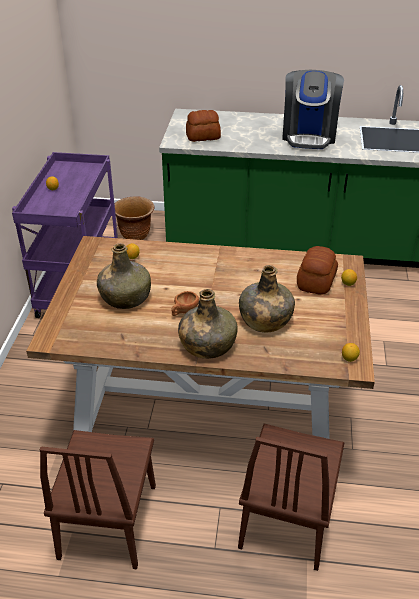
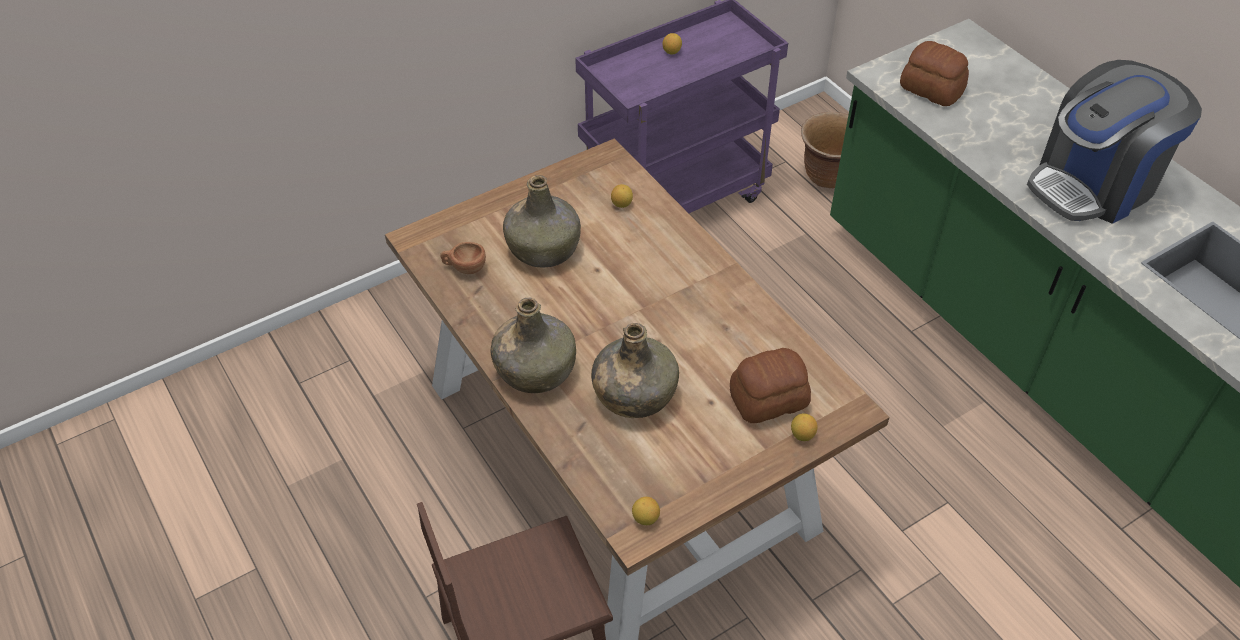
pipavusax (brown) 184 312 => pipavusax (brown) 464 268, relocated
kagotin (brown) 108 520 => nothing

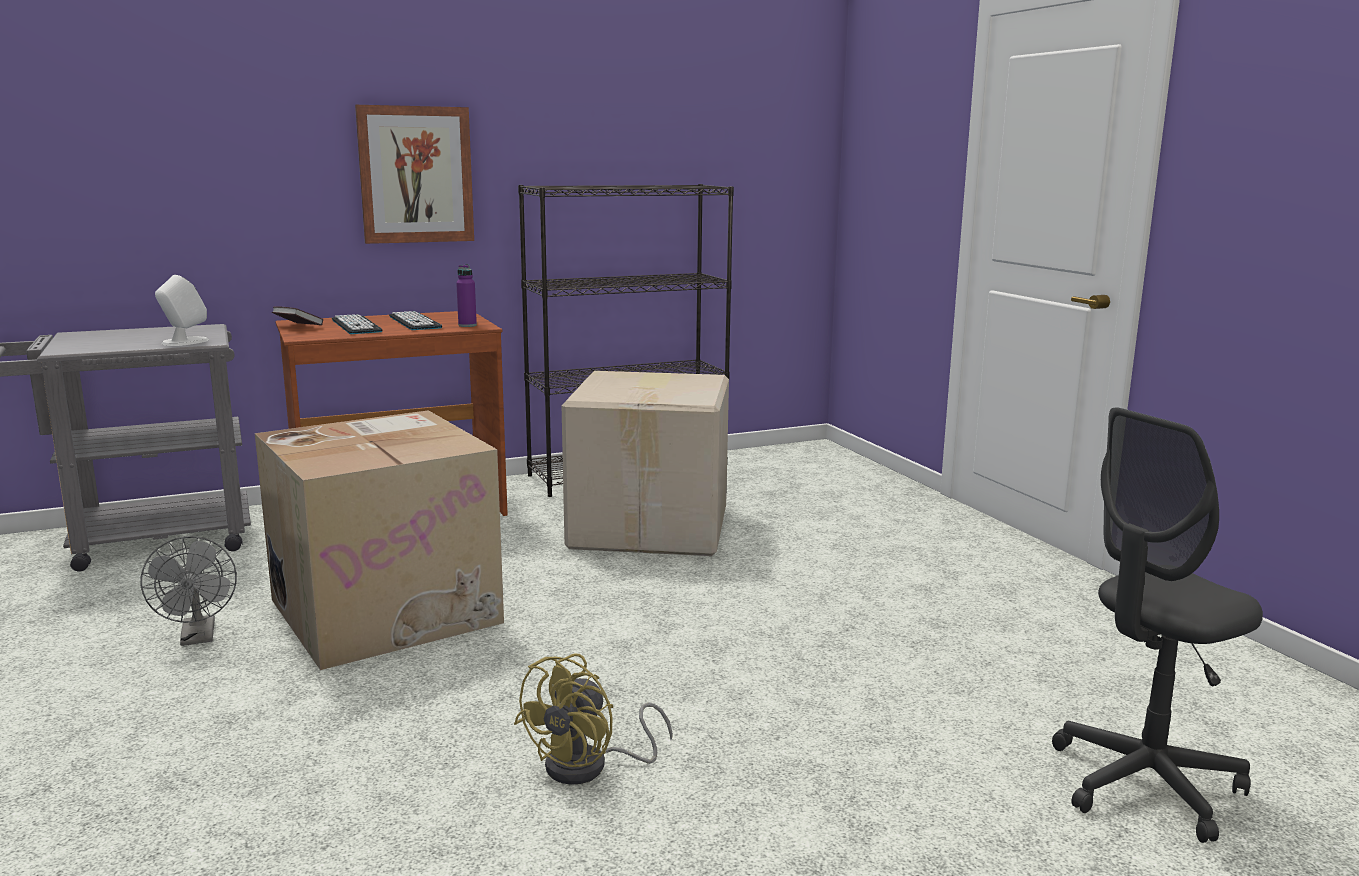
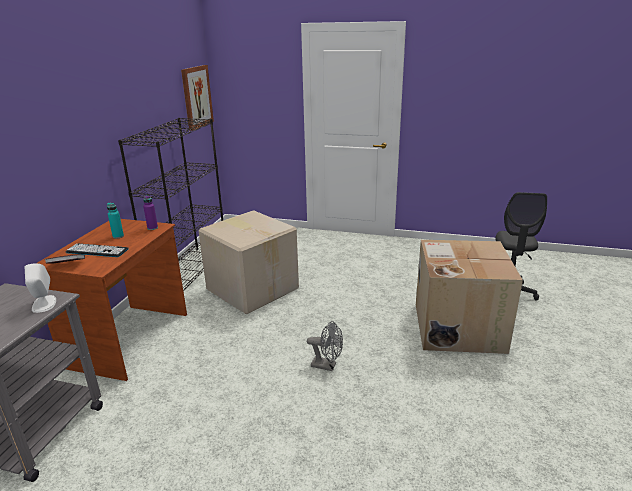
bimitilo 416 175 => bimitilo 197 97, relocated
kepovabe 415 322 => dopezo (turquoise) 118 236
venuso 387 609 => venuso 457 326, relocated
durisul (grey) 198 637 => durisul (grey) 327 366, relocated
durisul (yellow) 590 767 => nothing

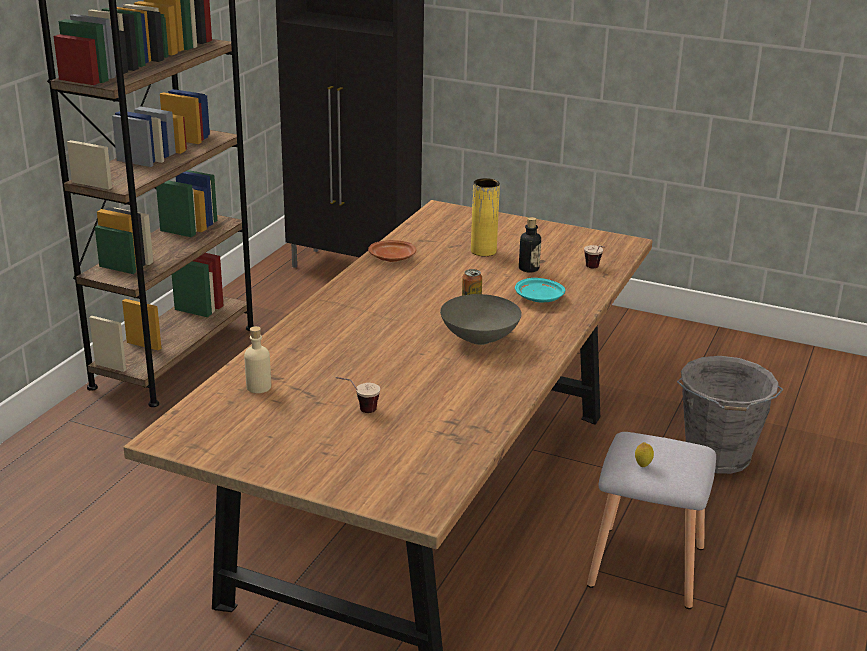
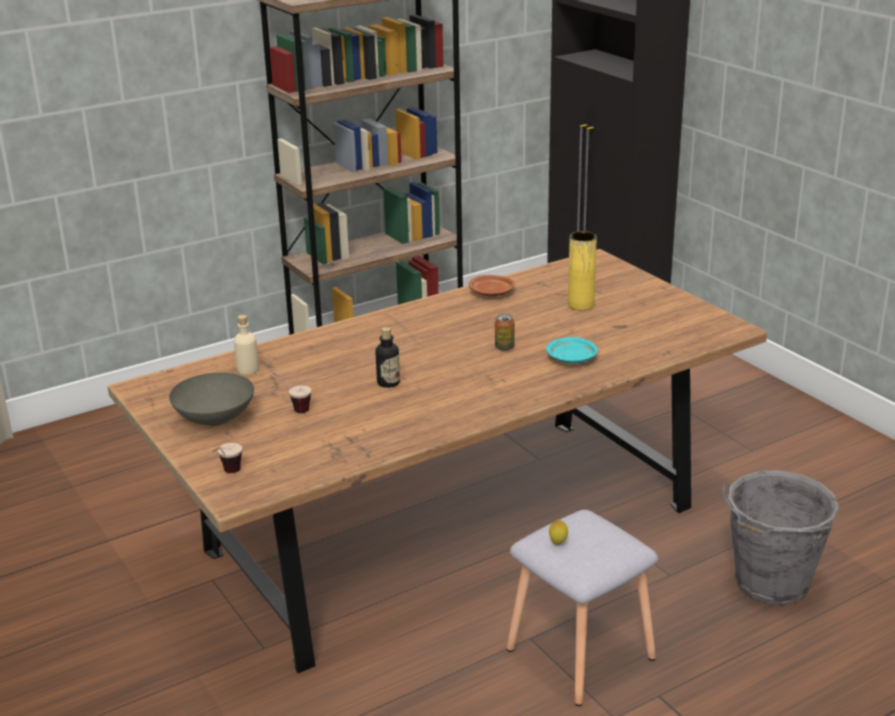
dopezo 528 269 => dopezo 388 383, relocated
pipavusax 595 269 => pipavusax 227 474, relocated
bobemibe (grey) 480 338 => bobemibe (grey) 216 419, relocated

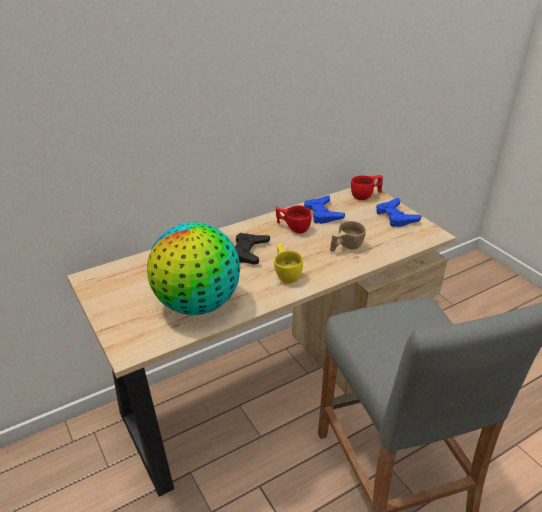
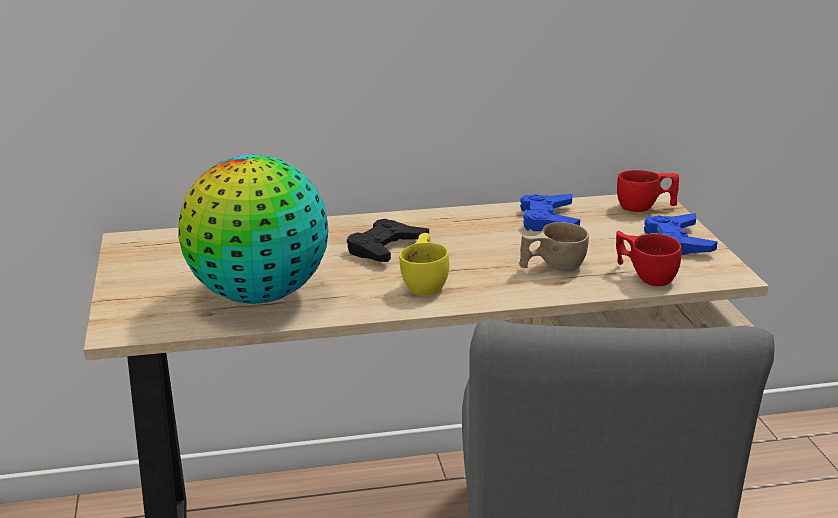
pipavusax (red) 293 227 => pipavusax (red) 645 275, relocated

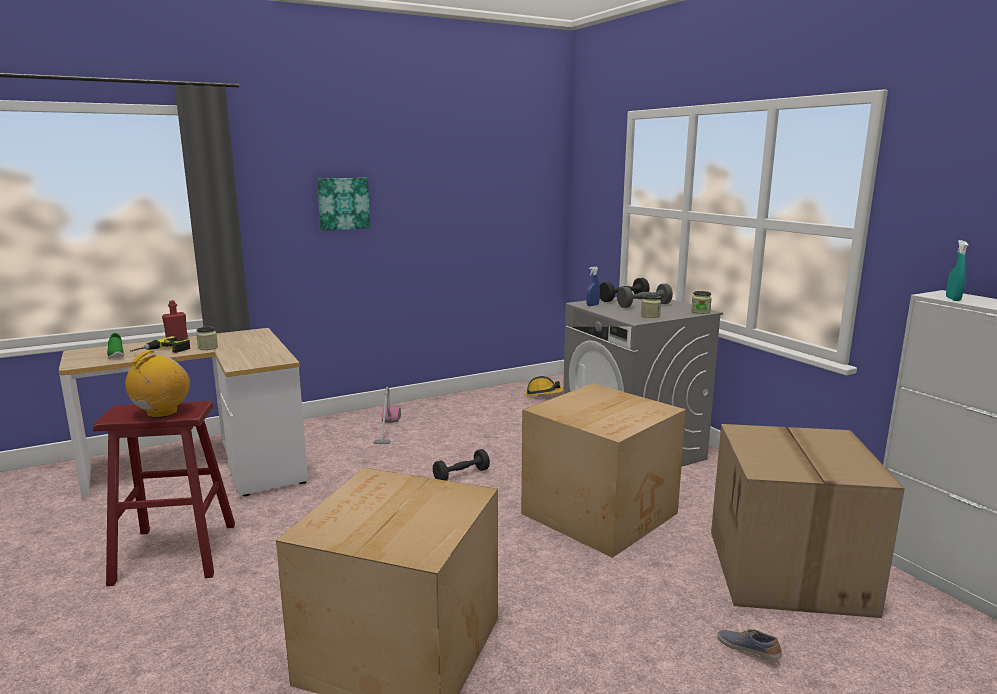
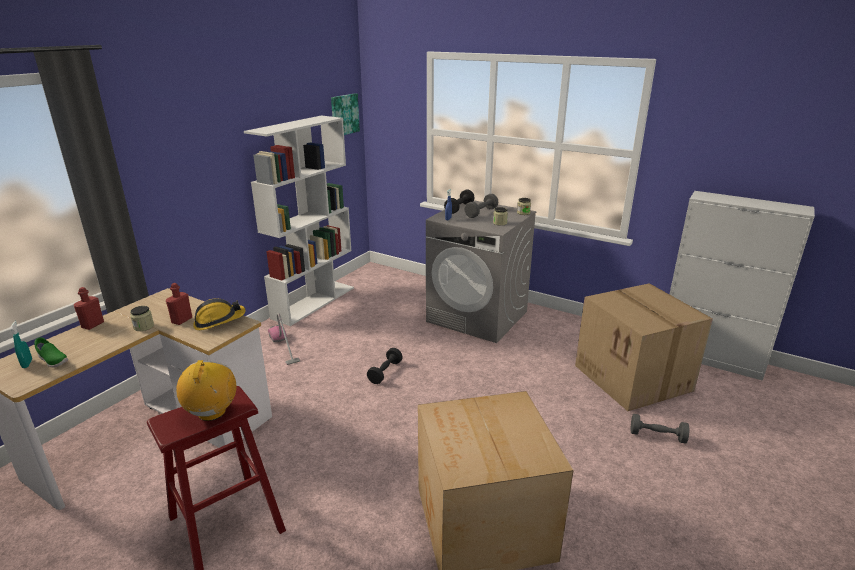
bimitilo 343 203 => bimitilo 344 114, relocated
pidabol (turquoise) 953 299 => pidabol (turquoise) 27 364, relocated
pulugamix 162 351 => nothing
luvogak 543 394 => luvogak 219 321, relocated
venuso 602 513 => nothing
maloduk 748 650 => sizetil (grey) 657 436
nothing => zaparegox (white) 314 302
nothing => dopezo (red) 182 320

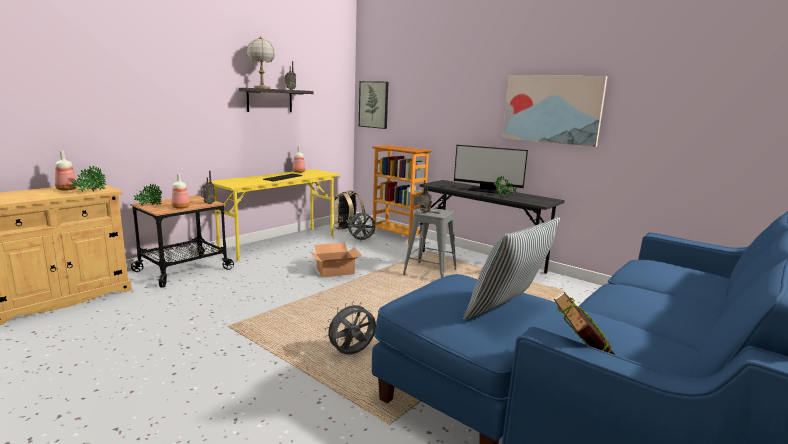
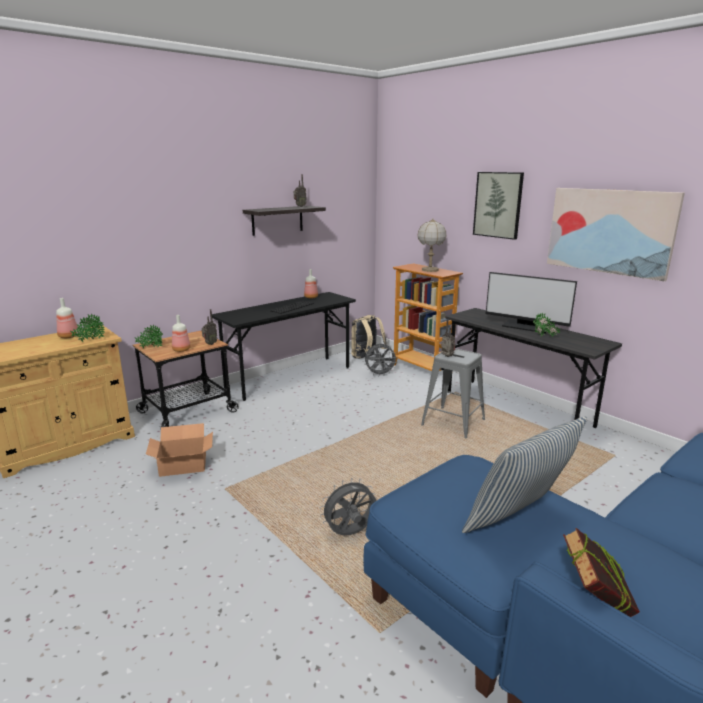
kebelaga 262 88 => kebelaga 430 270, relocated
bimitilo 374 104 => bimitilo 498 205, relocated
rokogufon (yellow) 279 243 => rokogufon (black) 289 377
venuso 334 271 => venuso 182 464, relocated

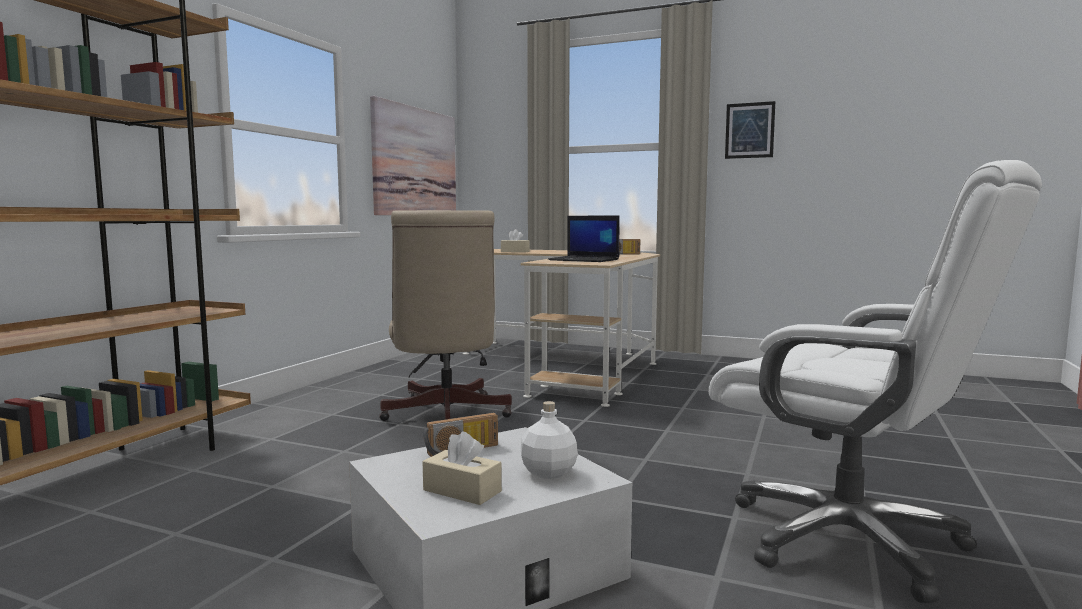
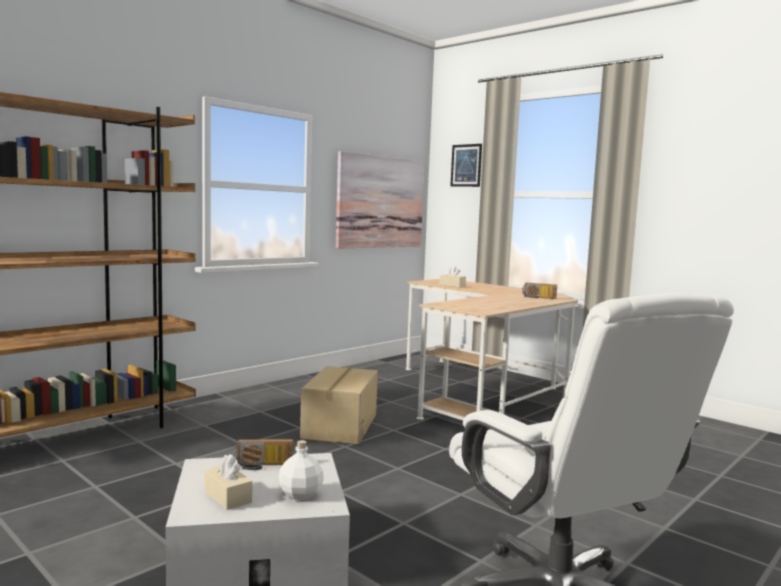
bimitilo 749 130 => bimitilo 466 165, relocated
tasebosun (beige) 445 416 => venuso 339 426
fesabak 585 260 => nothing

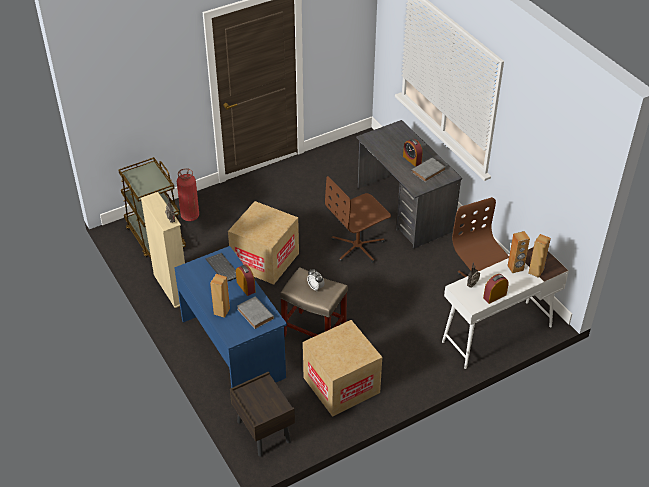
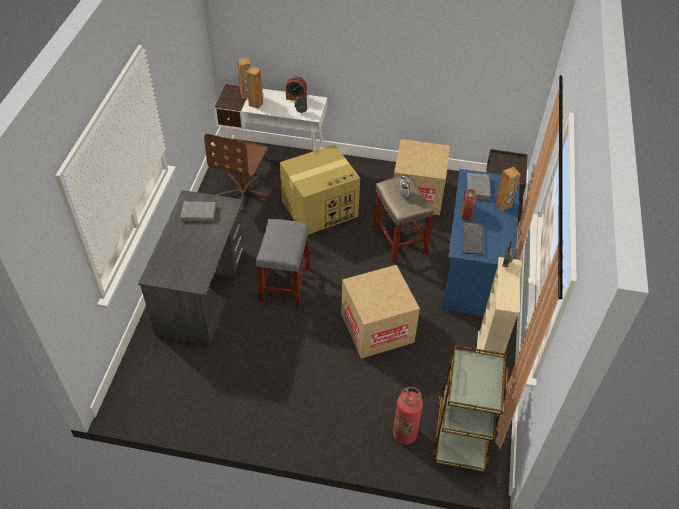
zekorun 412 159 => nothing
tasebosun (brown) 358 246 => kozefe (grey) 285 285
nothing => venuso 320 208

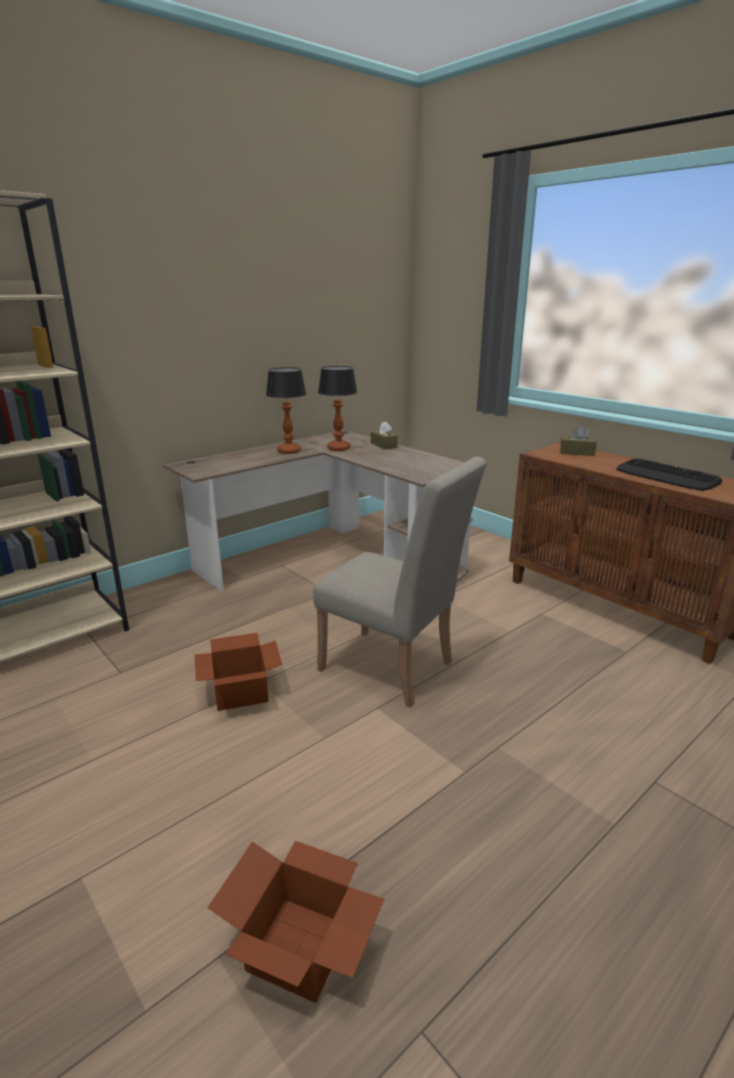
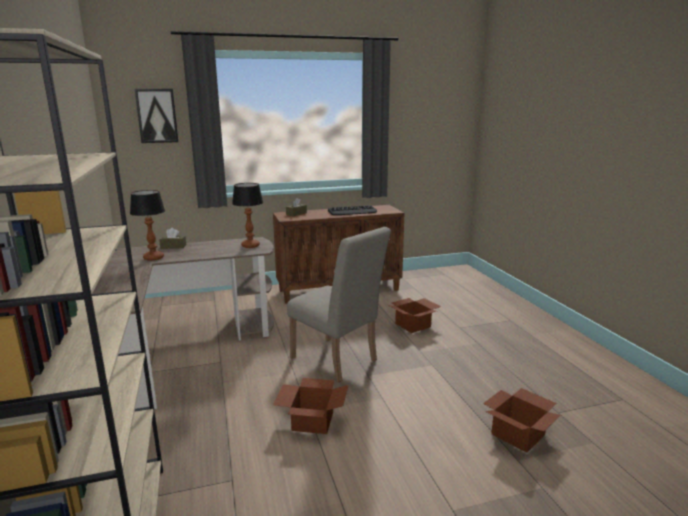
kebelaga 289 451 => kebelaga 251 245, relocated
kagotin (beige) 394 670 => kagotin (beige) 337 361, 75 degrees clockwise
nothing => bimitilo 157 116
nothing => venuso 414 325

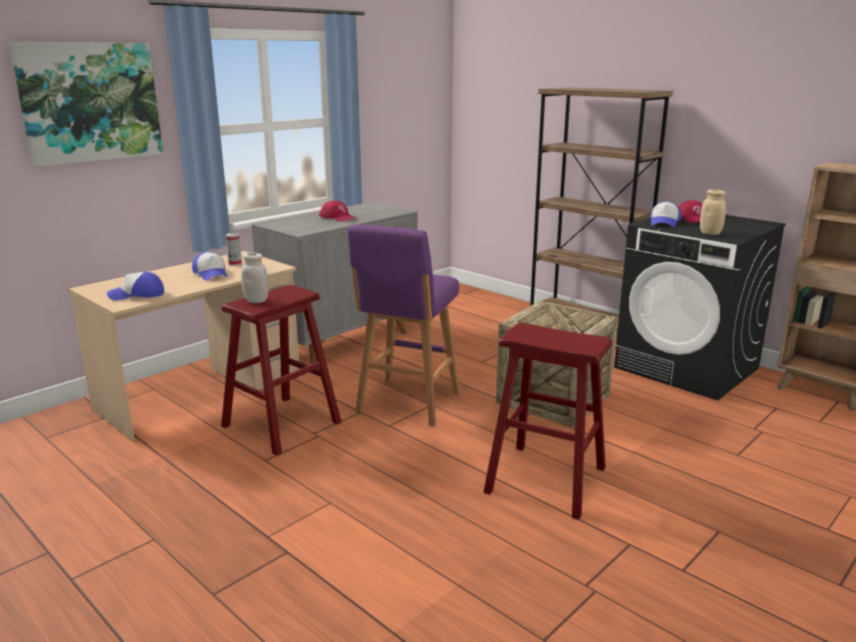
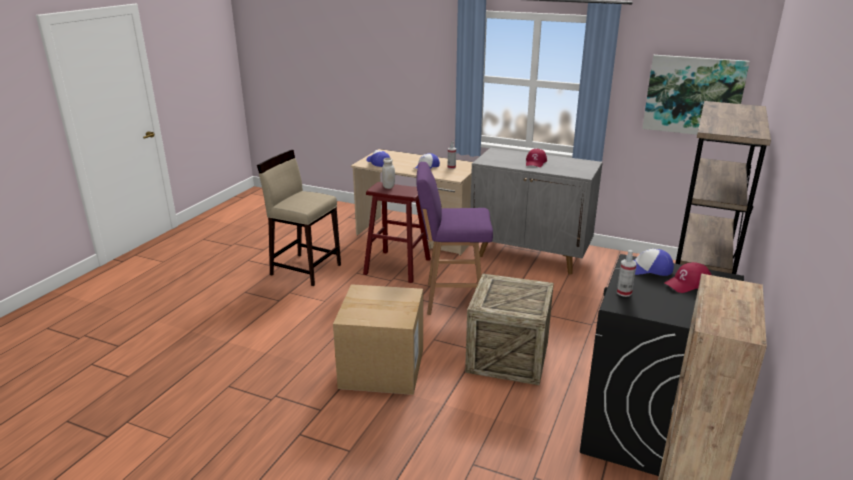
bimitilo 90 102 => bimitilo 693 95, relocated
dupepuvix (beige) 710 233 => pidabol 624 293
kozefe (red) 545 479 => venuso 382 368
nothing => kozefe (beige) 305 269

